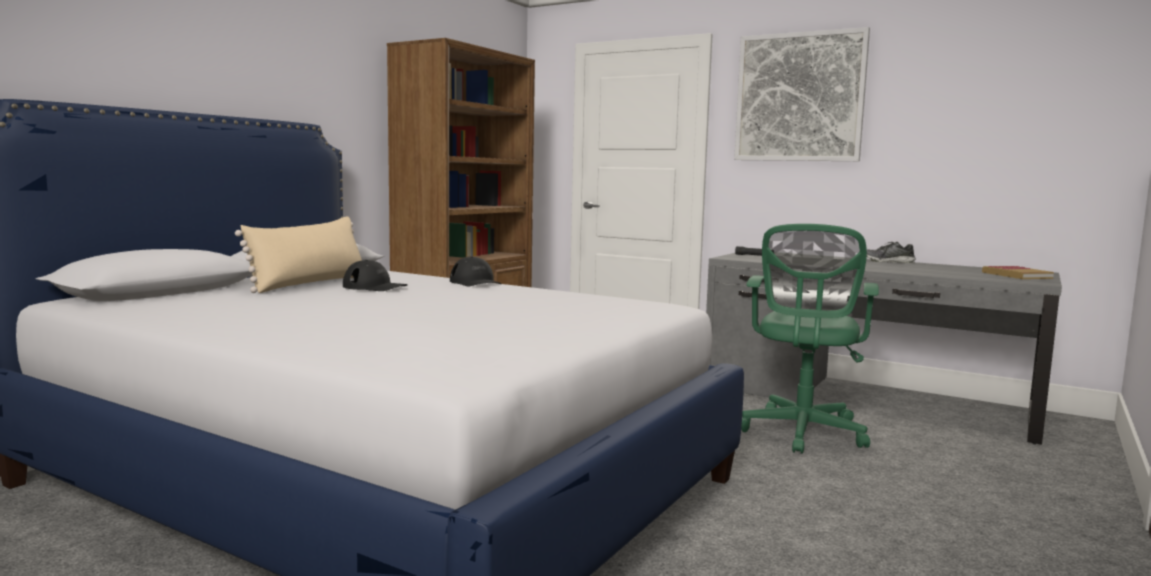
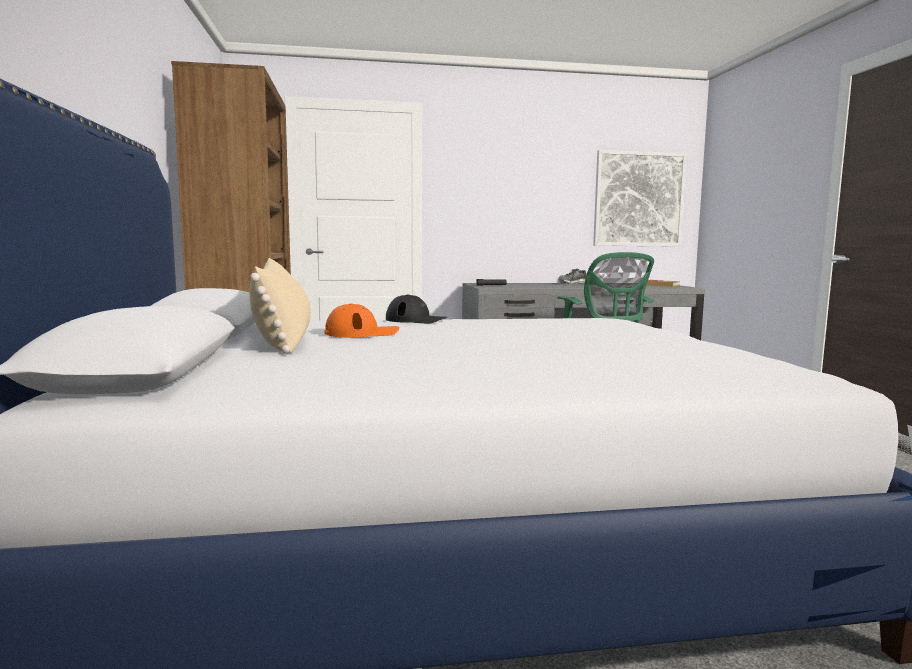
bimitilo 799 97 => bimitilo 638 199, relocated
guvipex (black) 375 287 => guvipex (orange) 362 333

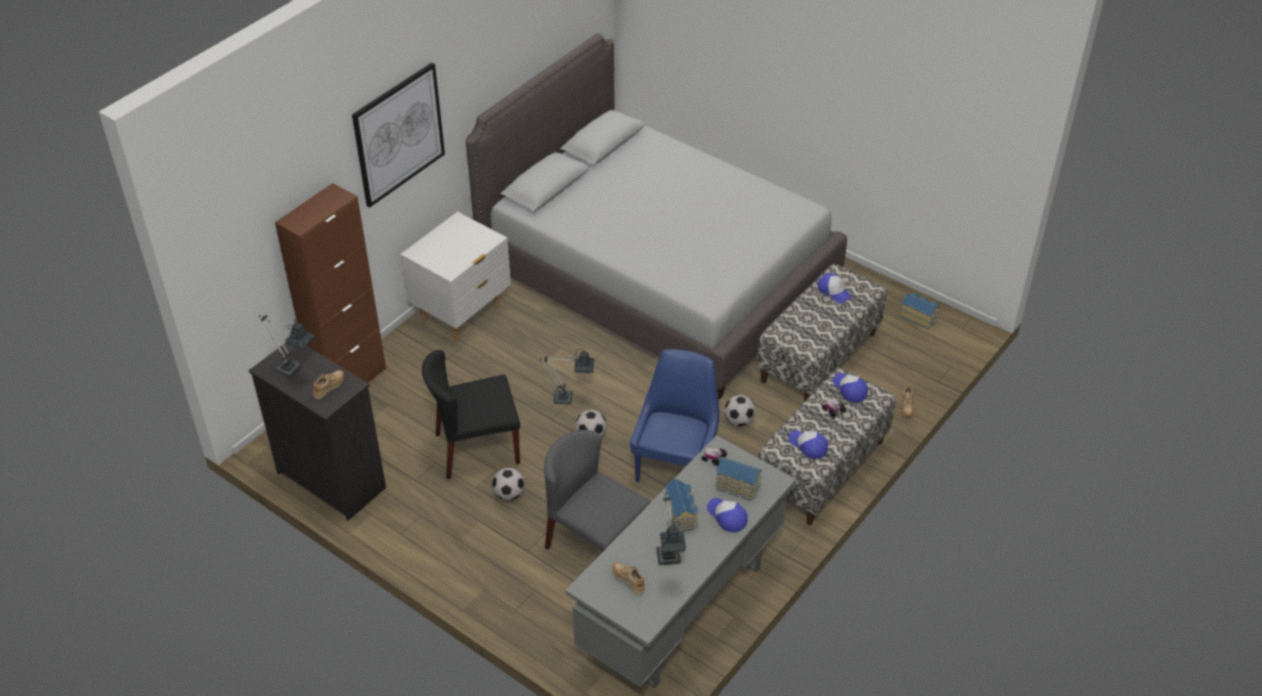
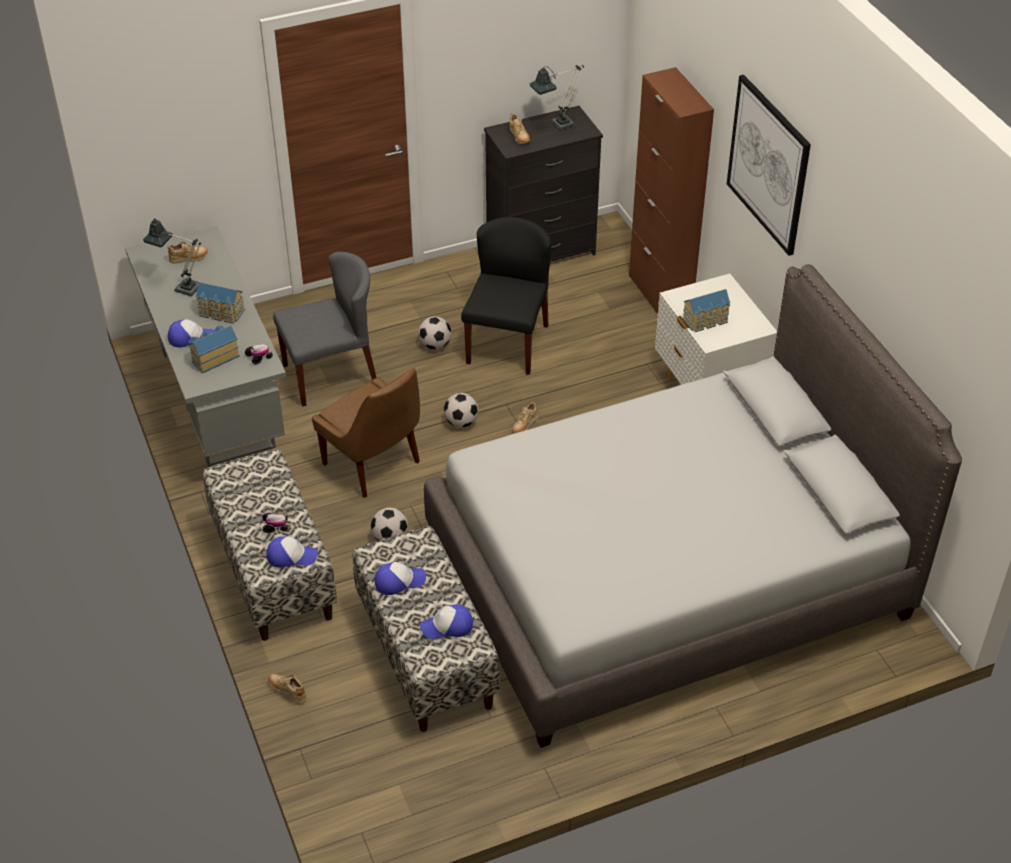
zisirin 918 317 => zisirin 706 320, relocated
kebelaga 568 398 => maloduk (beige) 524 426
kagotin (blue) 676 465 => kagotin (brown) 374 465
guvipex 808 446 => guvipex 399 581, relocated

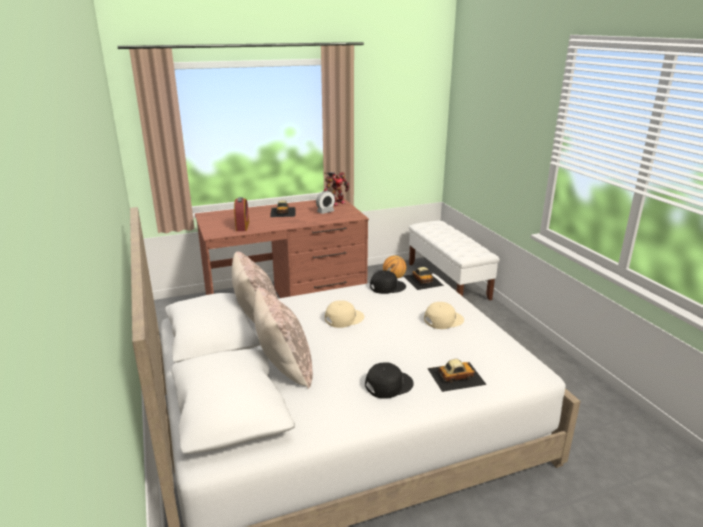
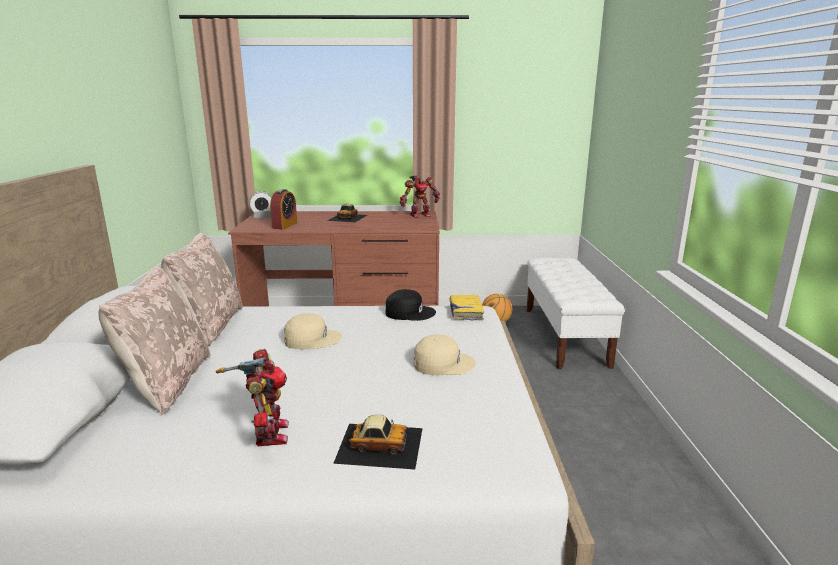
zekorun 325 211 => zekorun 262 217, relocated
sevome 423 280 => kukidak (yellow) 466 312
guvipex (black) 388 384 => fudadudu 268 434

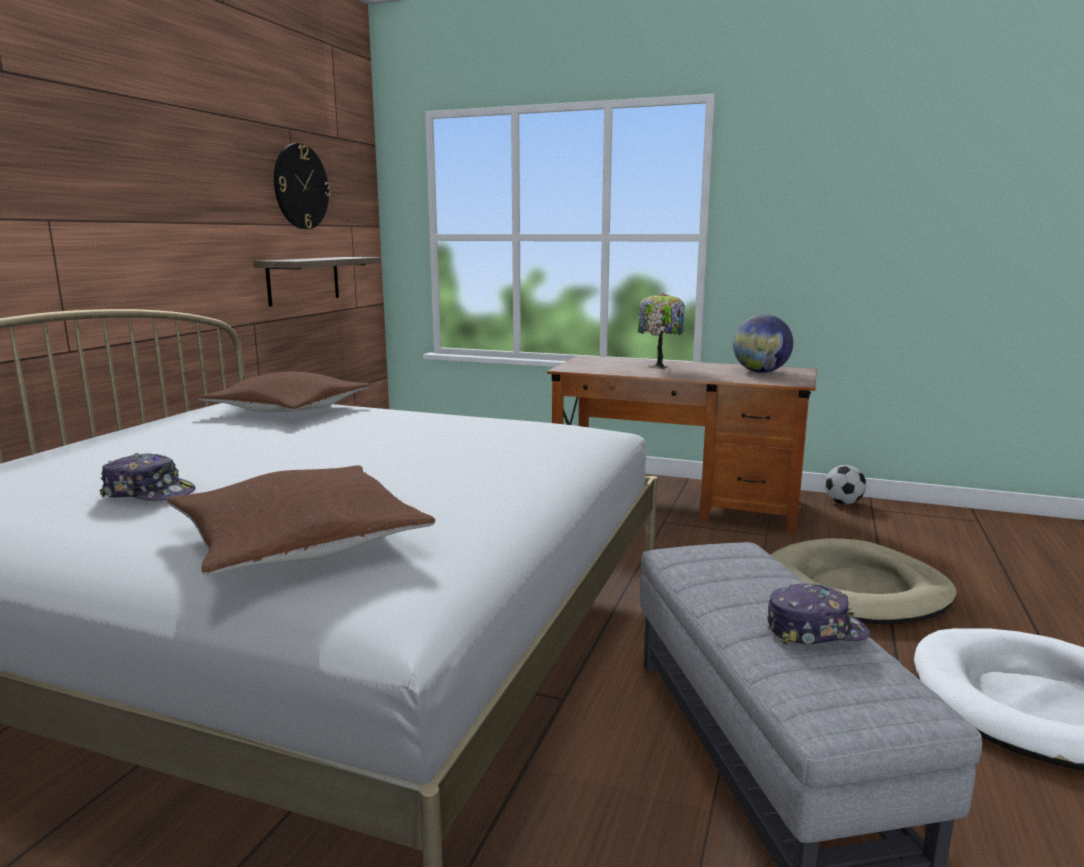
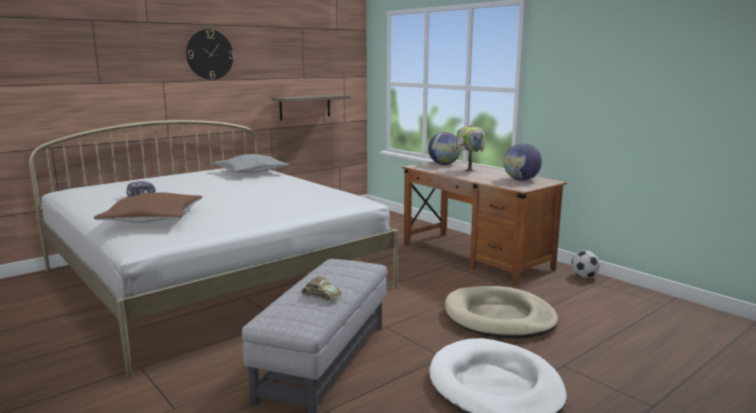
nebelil 301 187 => nebelil 209 54, relocated
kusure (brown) 289 409 => kusure (grey) 251 172
guvipex 815 630 => sevome 320 295
nothing => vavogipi 444 164

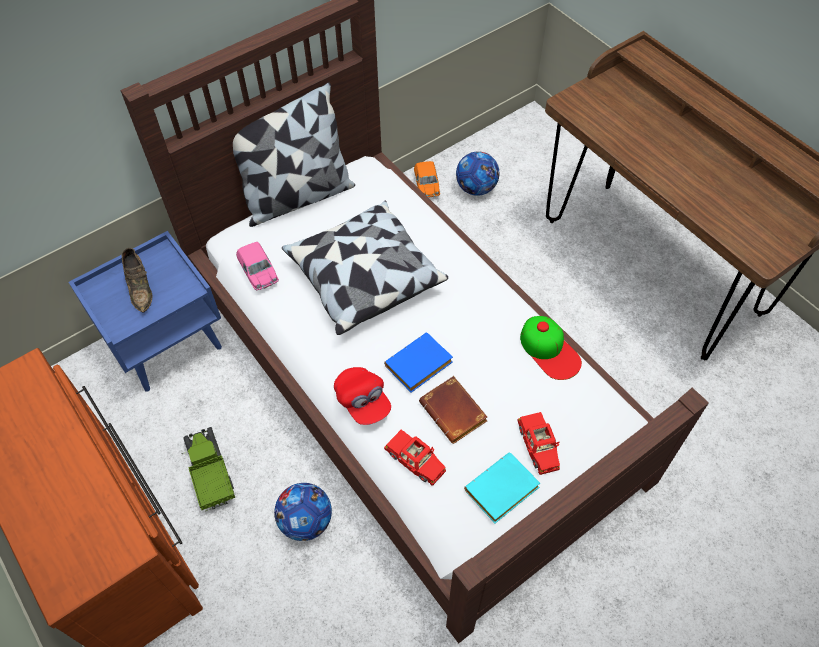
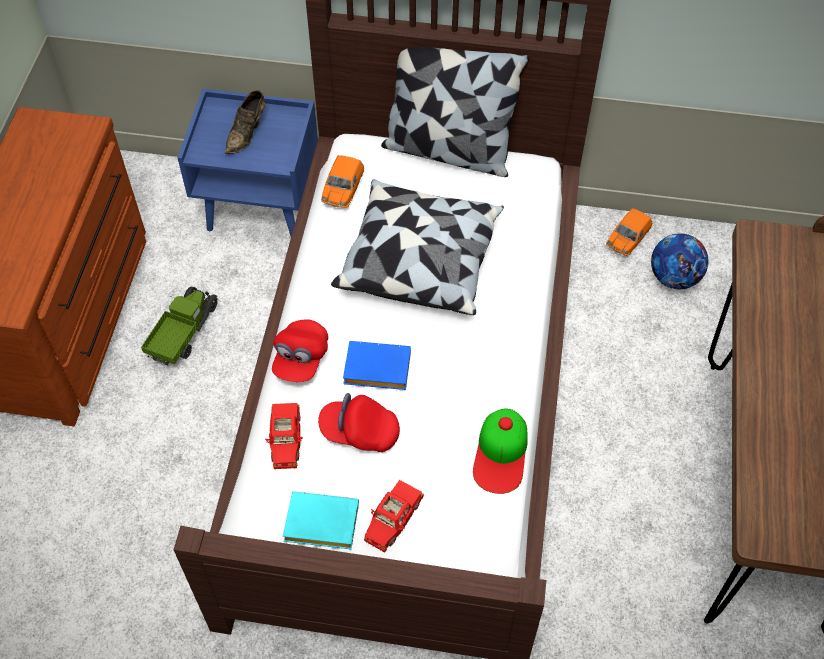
sevome (pink) 259 273 => sevome (orange) 343 191
kukidak (brown) 455 413 => guvipex (red) 359 432
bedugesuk 306 521 => nothing

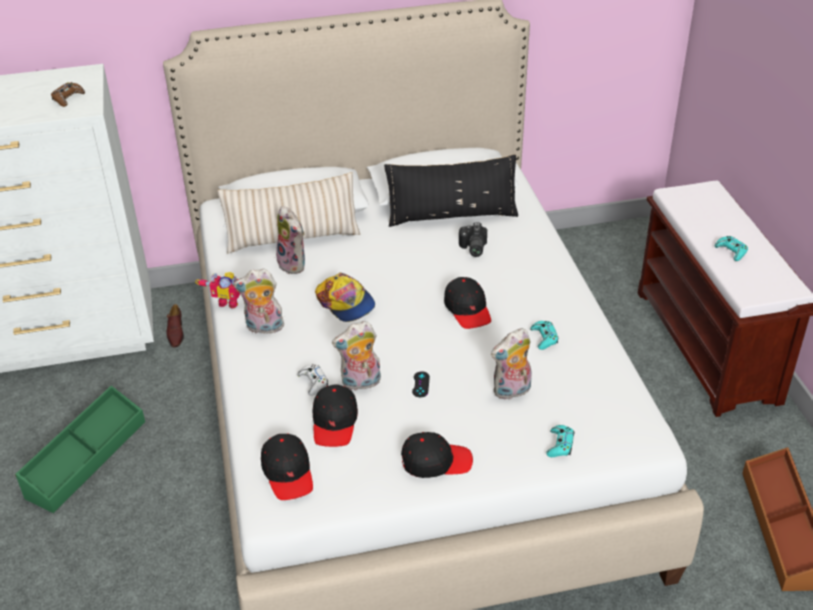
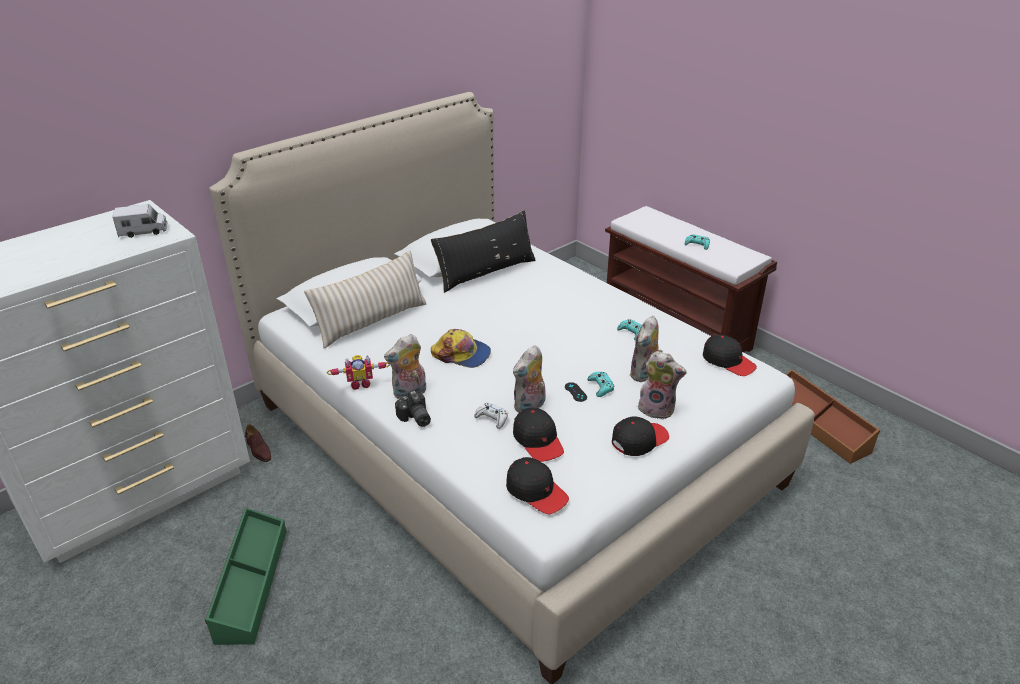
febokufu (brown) 68 98 => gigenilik 143 231
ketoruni 294 264 => ketoruni 657 409, relocated
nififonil 472 248 => nififonil 414 418, relocated
guvipex (black) 468 309 => guvipex (black) 728 361, relocated
febokufu (turquoise) 560 445 => febokufu (turquoise) 600 387, relocated

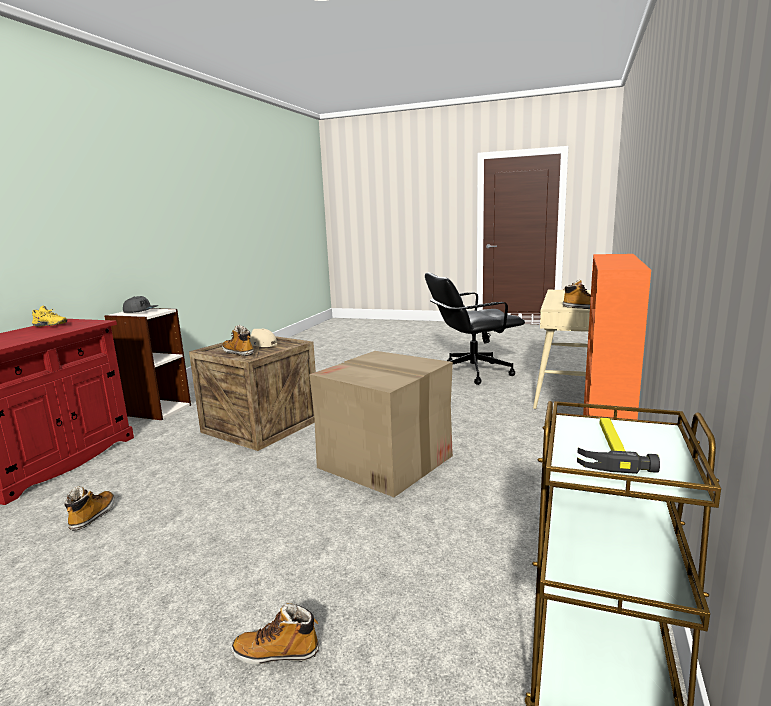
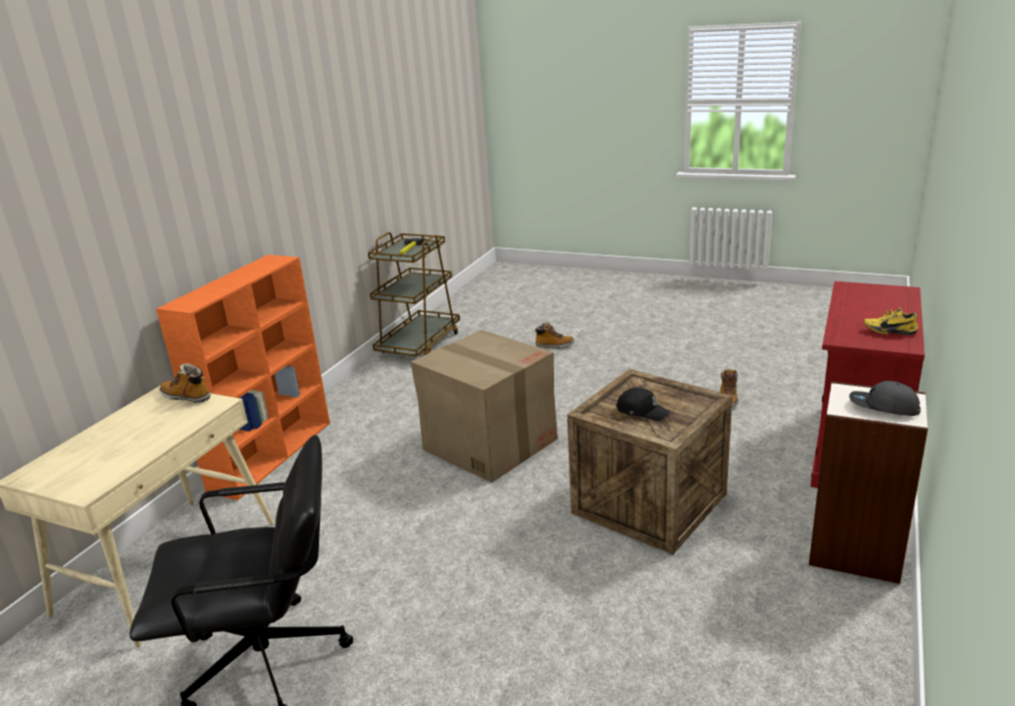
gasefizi 238 353 => nothing
guvipex (beige) 260 344 => guvipex (black) 642 411

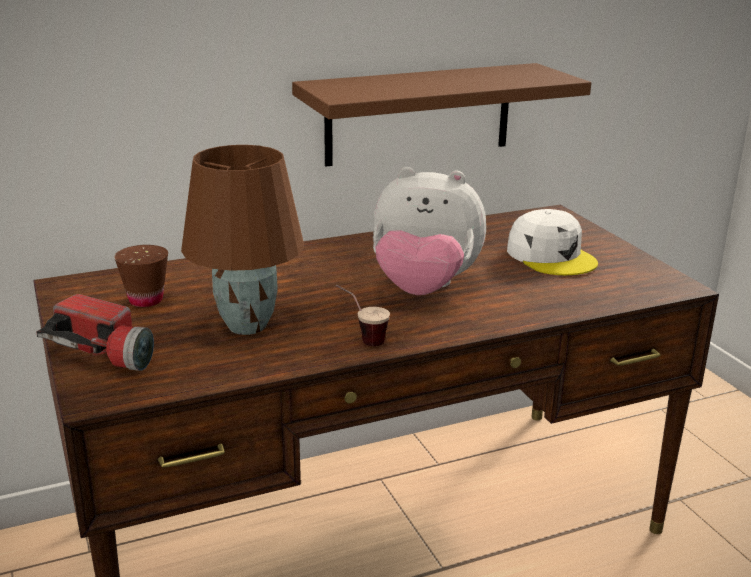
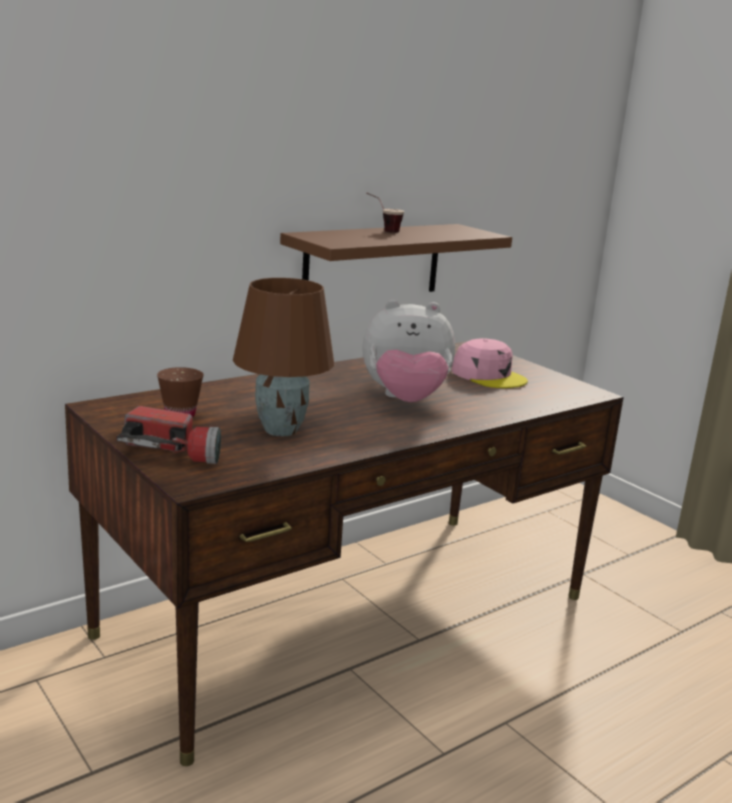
guvipex (white) 551 256 => guvipex (pink) 488 375
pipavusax 361 339 => pipavusax 383 231, relocated

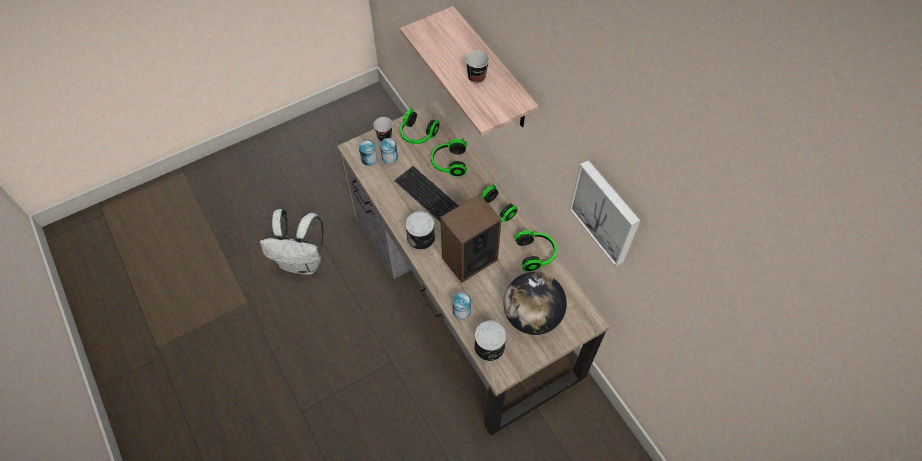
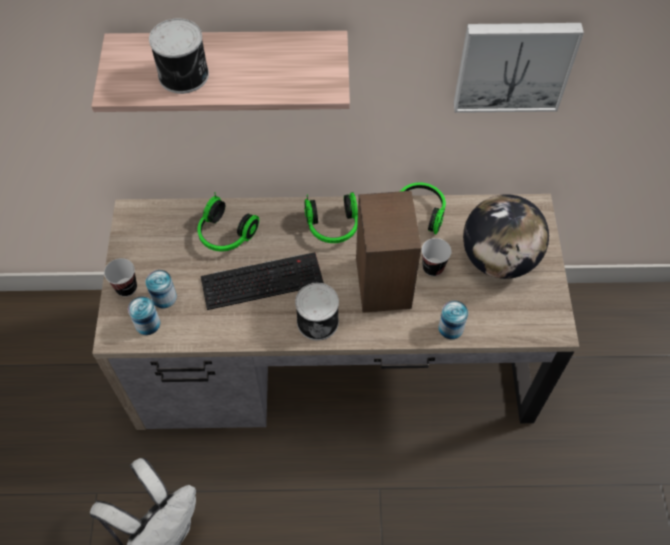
pipavusax 476 77 => pipavusax 433 267, relocated
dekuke 417 134 => nothing
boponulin 489 348 => boponulin 185 75, relocated

